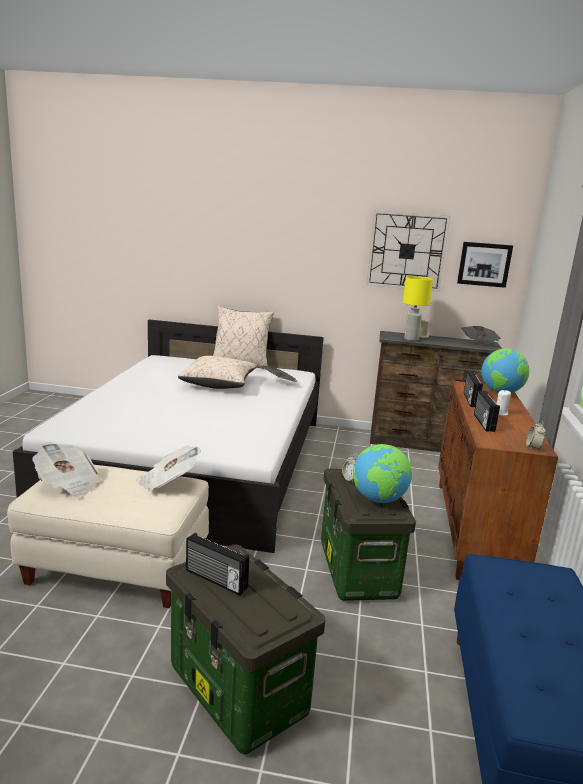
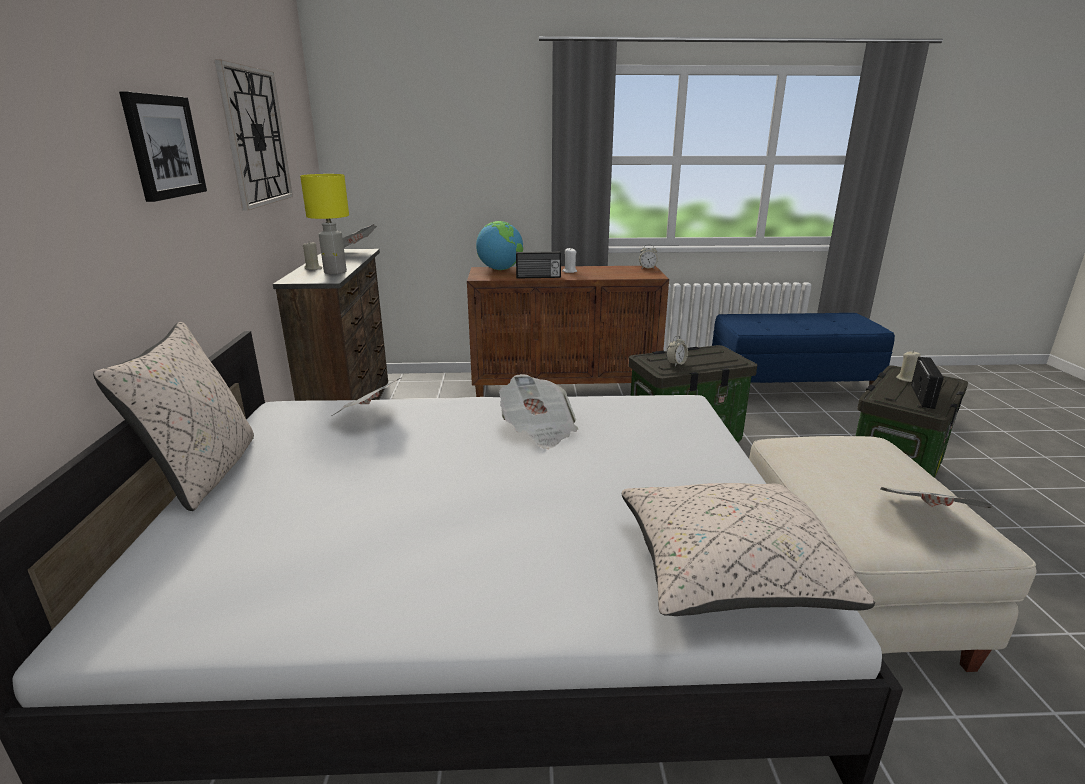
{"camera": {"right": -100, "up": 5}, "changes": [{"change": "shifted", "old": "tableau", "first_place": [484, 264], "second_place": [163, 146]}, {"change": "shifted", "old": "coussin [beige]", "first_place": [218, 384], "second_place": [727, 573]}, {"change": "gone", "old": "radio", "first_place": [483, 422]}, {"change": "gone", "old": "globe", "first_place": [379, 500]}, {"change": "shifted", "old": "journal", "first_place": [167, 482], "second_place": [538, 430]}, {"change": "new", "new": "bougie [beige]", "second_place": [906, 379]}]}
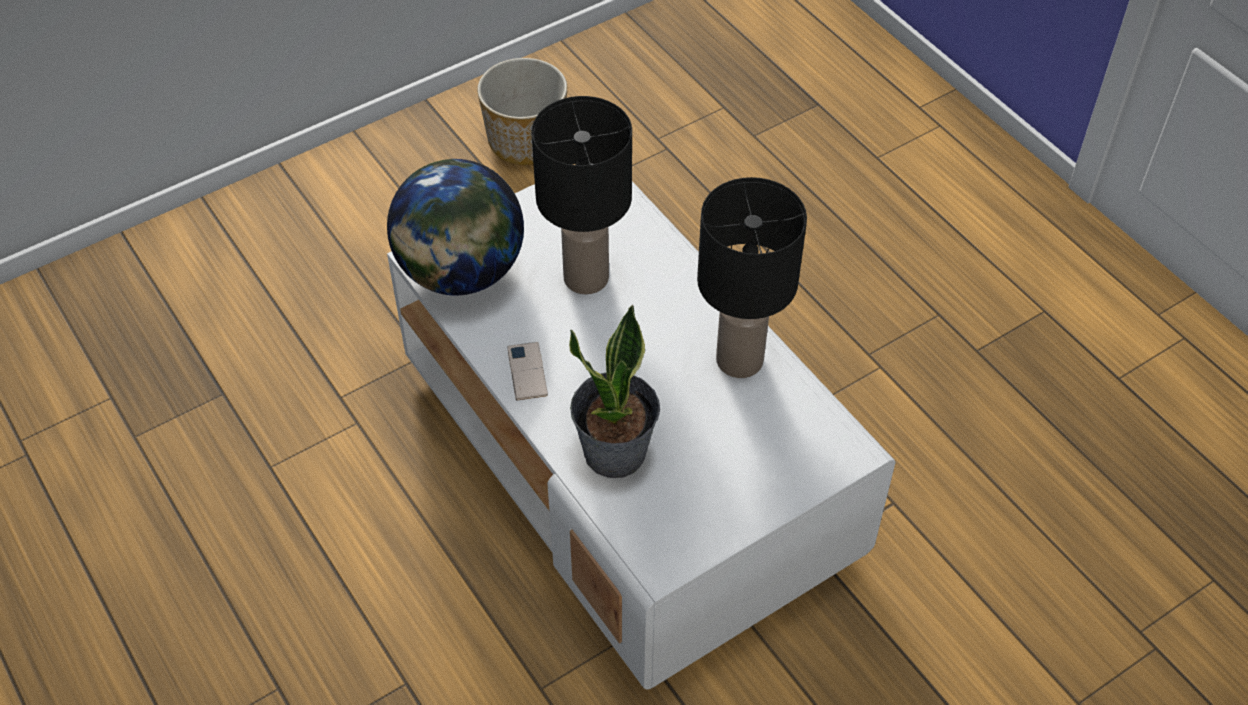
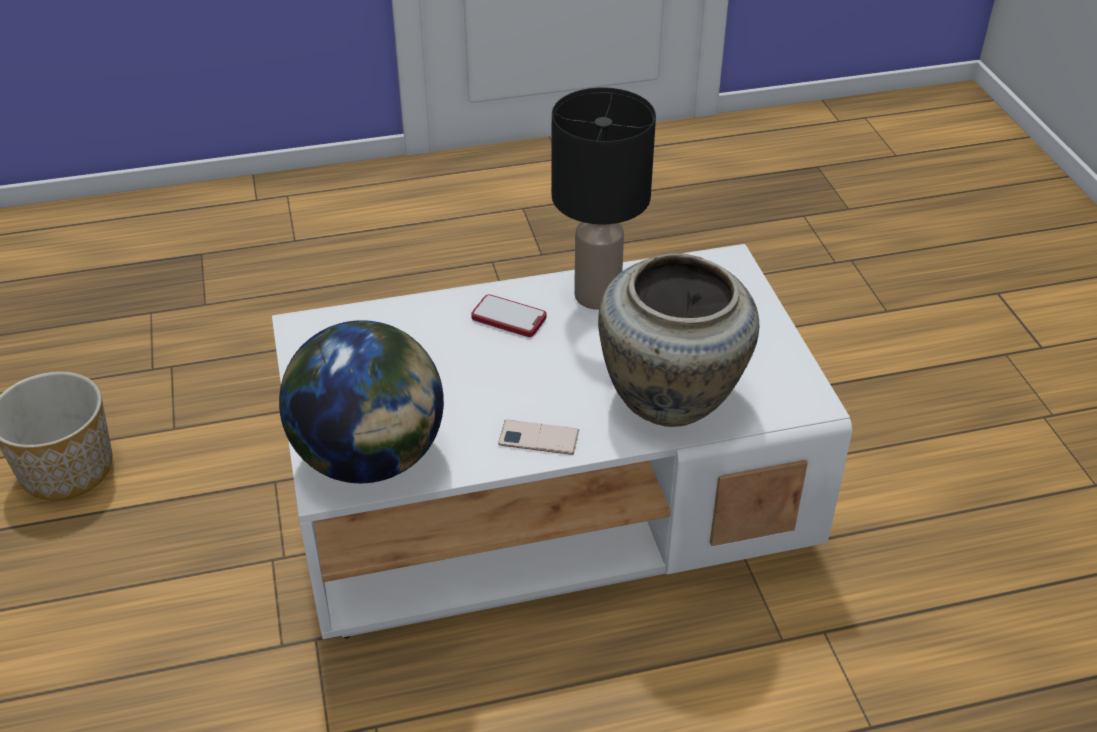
{"camera": {"right": -70, "up": -10}, "changes": [{"change": "gone", "old": "lampe de table [noir]", "first_place": [587, 278]}, {"change": "swapped", "old": "plante en pot", "new": "vase [beige]", "first_place": [616, 453], "second_place": [671, 400]}, {"change": "new", "new": "téléphone", "second_place": [509, 318]}]}
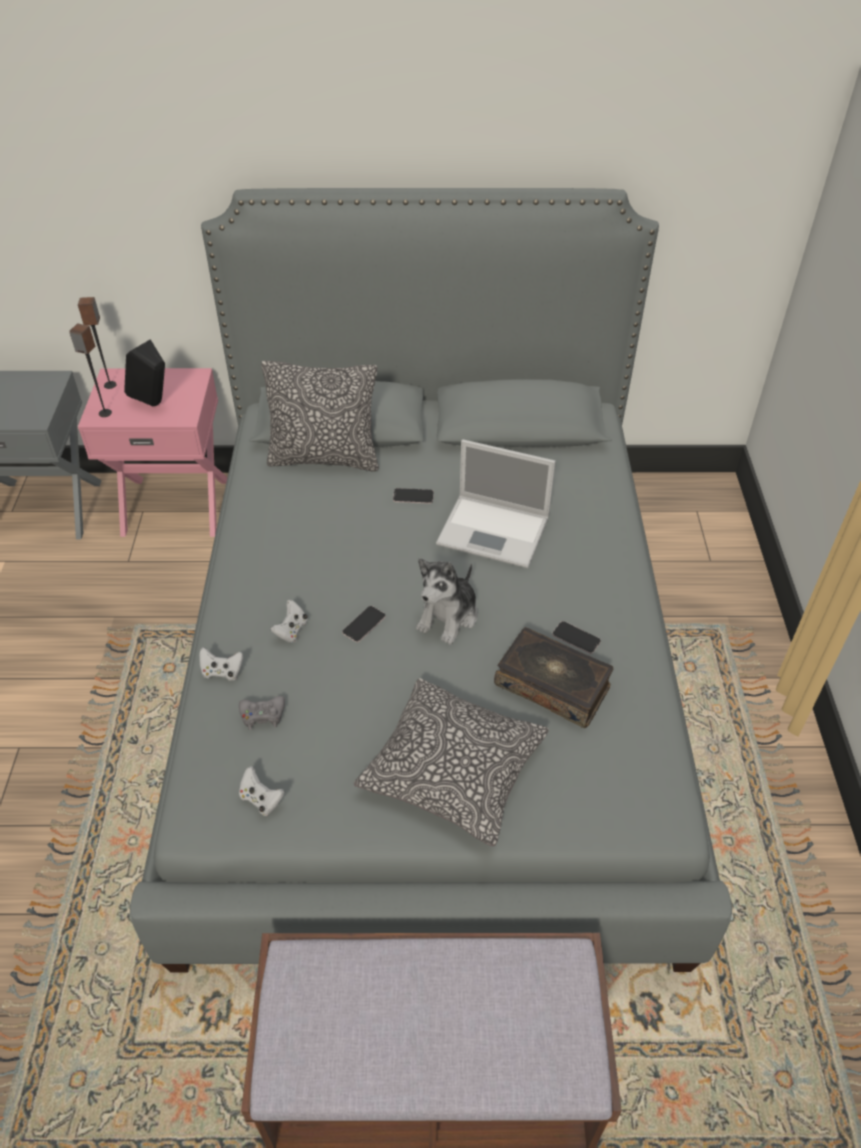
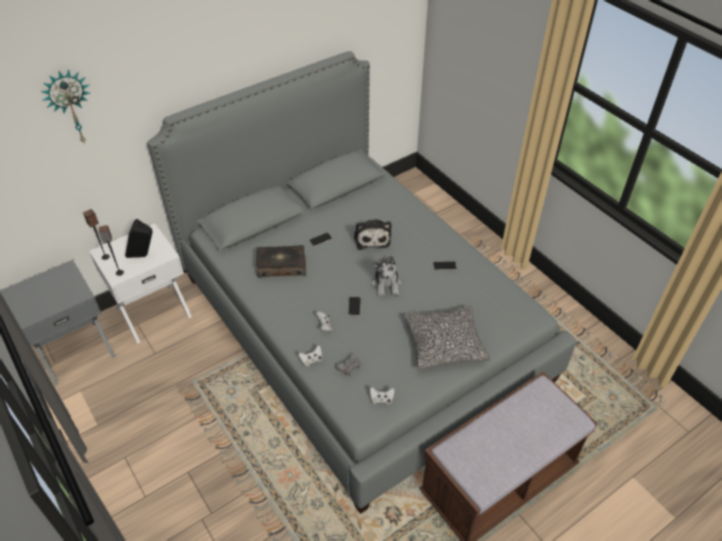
{"camera": {"right": -35, "up": 0}, "changes": [{"change": "gone", "old": "coussin", "first_place": [324, 458]}, {"change": "repainted", "old": "table de chevet [rose]", "new": "table de chevet [blanc]", "first_place": [176, 505], "second_place": [153, 311]}, {"change": "swapped", "old": "ordinateur portable", "new": "peluche", "first_place": [495, 531], "second_place": [371, 237]}, {"change": "shifted", "old": "livre", "first_place": [553, 685], "second_place": [281, 266]}, {"change": "new", "new": "horloge murale", "second_place": [70, 107]}]}
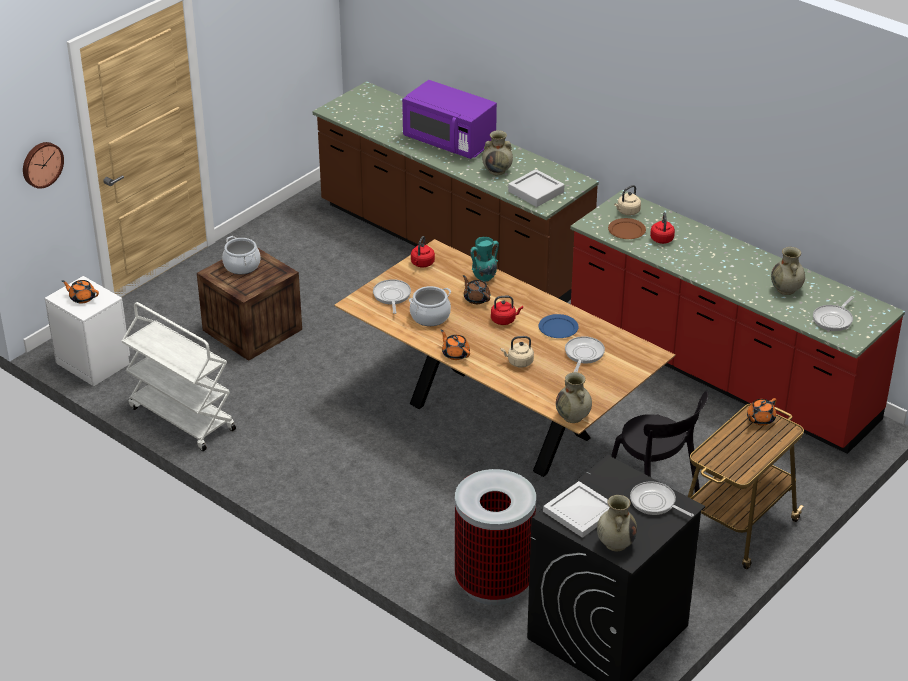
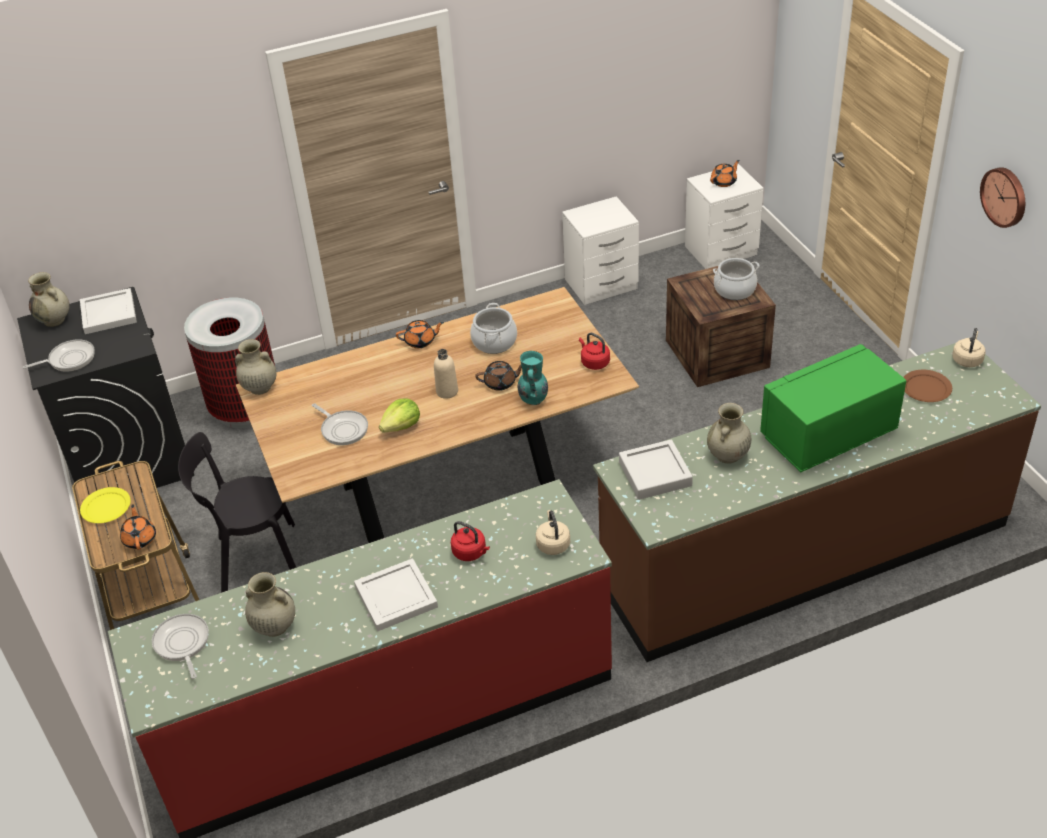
{"camera": {"right": 120, "up": 5}, "changes": [{"change": "repainted", "old": "micro-ondes [violet]", "new": "micro-ondes [vert]", "first_place": [449, 141], "second_place": [828, 435]}, {"change": "shifted", "old": "horloge murale", "first_place": [41, 164], "second_place": [1005, 196]}, {"change": "shifted", "old": "assiette [marron]", "first_place": [627, 230], "second_place": [925, 388]}, {"change": "gone", "old": "poêle", "first_place": [392, 296]}, {"change": "swapped", "old": "bouilloire [rouge]", "new": "bouteille [beige]", "first_place": [504, 320], "second_place": [447, 391]}, {"change": "swapped", "old": "chariot [blanc]", "new": "table de chevet [blanc]", "first_place": [181, 418], "second_place": [603, 284]}, {"change": "swapped", "old": "assiette [bleu]", "new": "laitue", "first_place": [558, 328], "second_place": [401, 426]}, {"change": "shifted", "old": "bouilloire [beige]", "first_place": [519, 362], "second_place": [967, 359]}, {"change": "new", "new": "assiette [jaune]", "second_place": [106, 507]}, {"change": "new", "new": "plateau [blanc]", "second_place": [396, 596]}]}
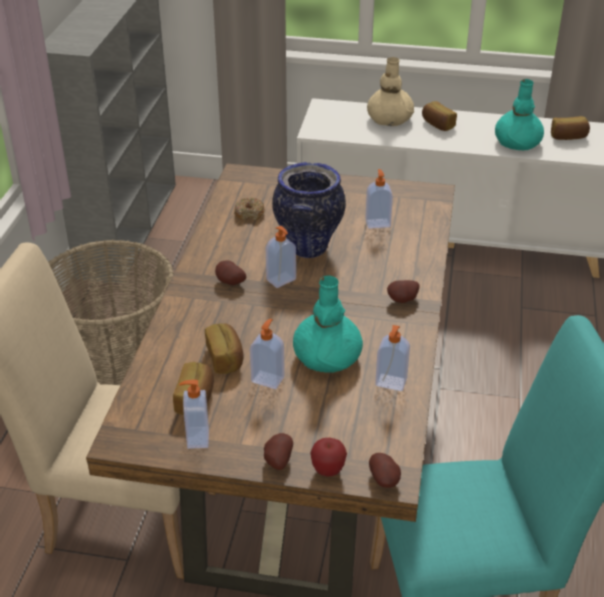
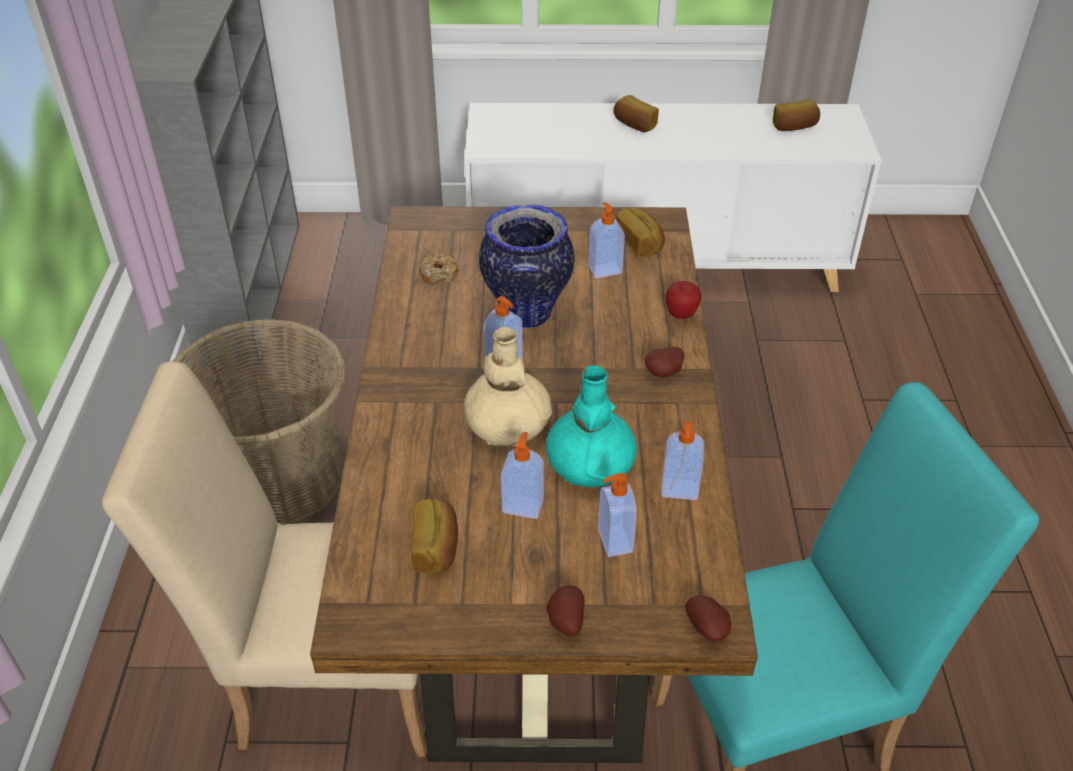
{"camera": {"right": -10, "up": 5}, "changes": [{"change": "shifted", "old": "vase [beige]", "first_place": [389, 119], "second_place": [507, 425]}, {"change": "gone", "old": "vase [turquoise]", "first_place": [517, 142]}, {"change": "gone", "old": "pomme de terre", "first_place": [229, 283]}, {"change": "shifted", "old": "pain", "first_place": [226, 358], "second_place": [640, 243]}, {"change": "shifted", "old": "distributeur de savon", "first_place": [197, 438], "second_place": [613, 541]}, {"change": "shifted", "old": "pomme", "first_place": [328, 471], "second_place": [681, 315]}]}
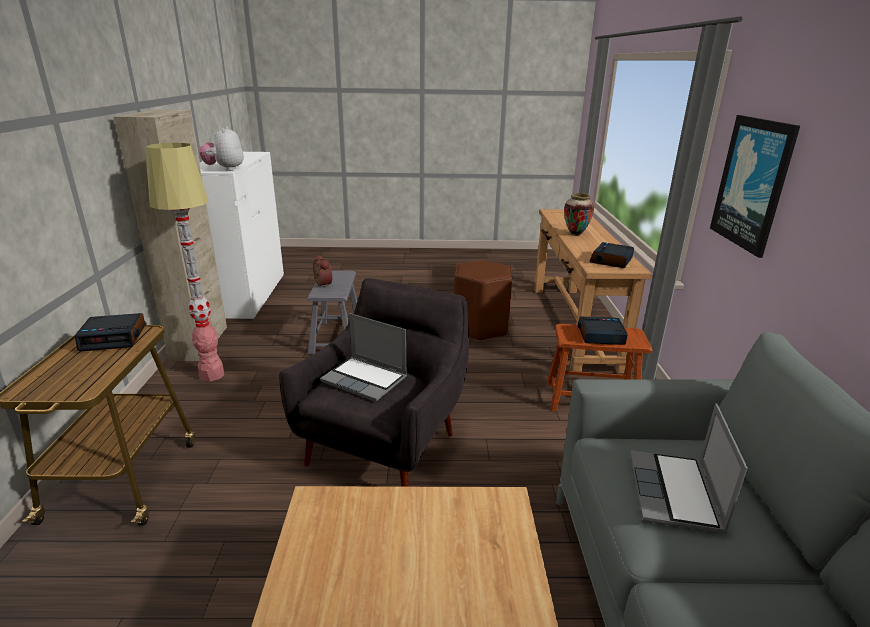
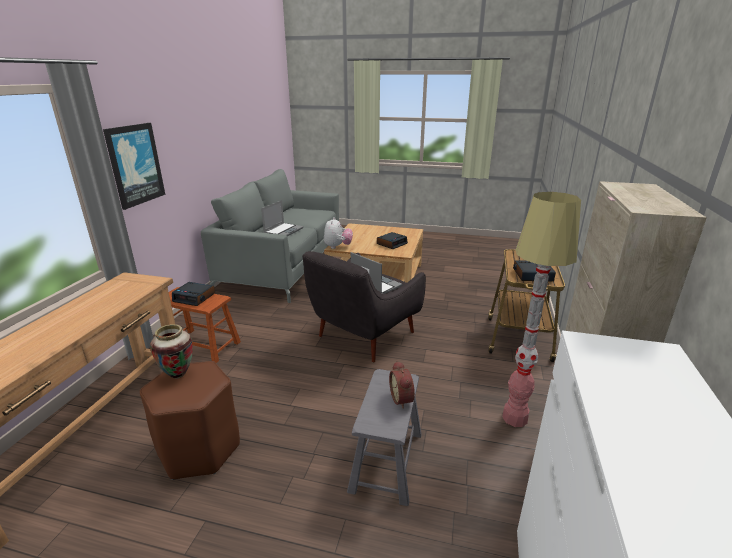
{"camera": {"right": -165, "up": 0}, "changes": [{"change": "shifted", "old": "peluche", "first_place": [225, 169], "second_place": [337, 247]}, {"change": "shifted", "old": "vase", "first_place": [575, 234], "second_place": [178, 374]}, {"change": "shifted", "old": "réveil", "first_place": [611, 260], "second_place": [391, 243]}]}
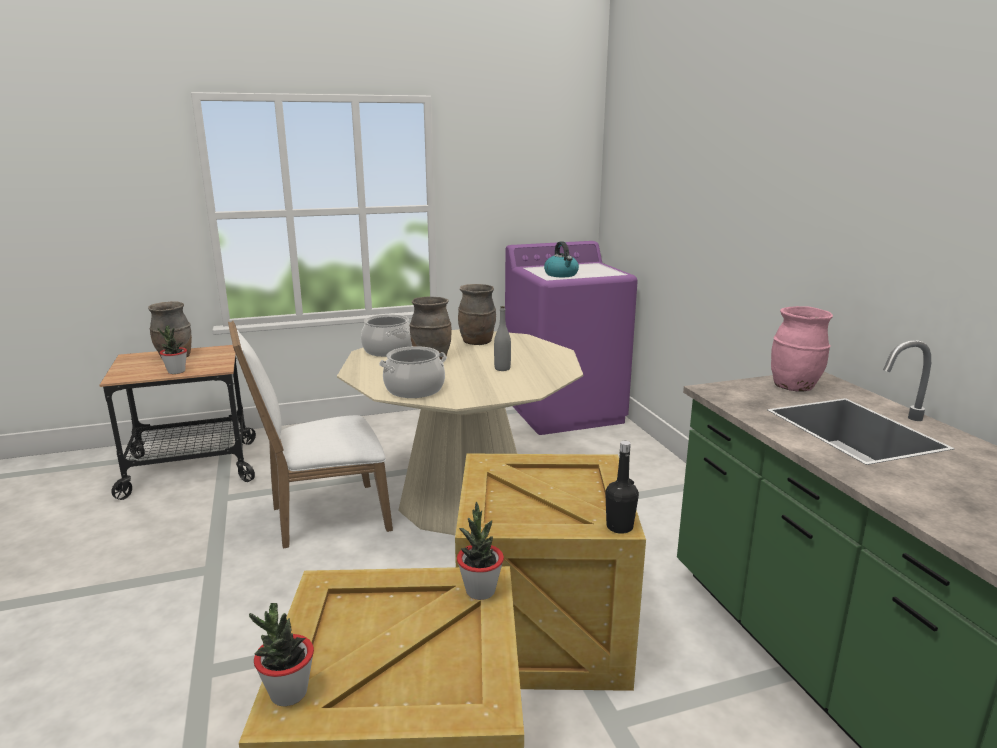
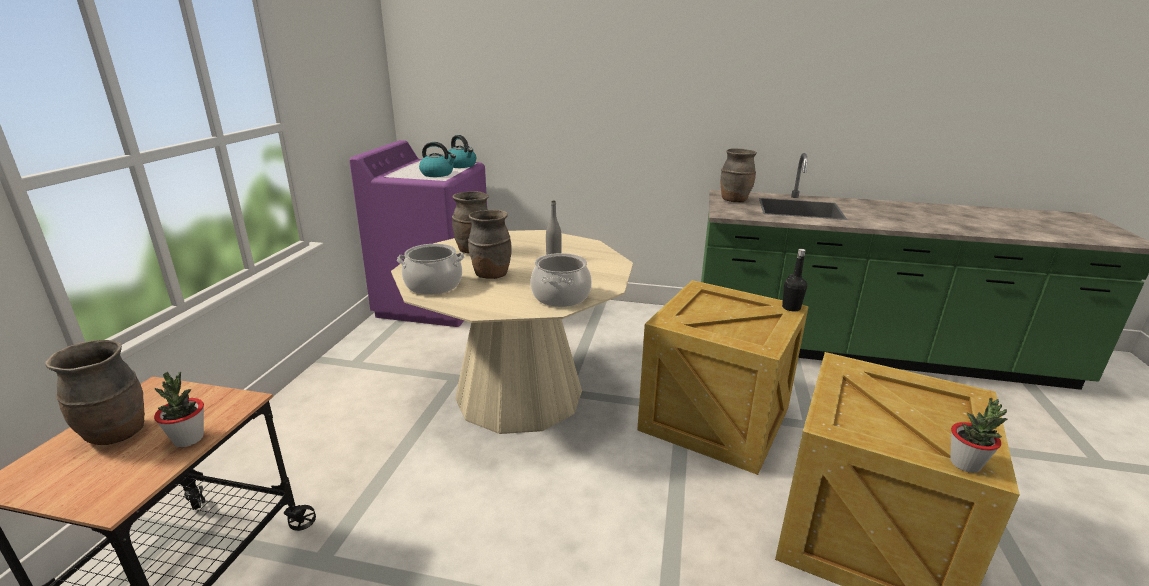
{"camera": {"right": -60, "up": 5}, "changes": [{"change": "repainted", "old": "vase [rose]", "new": "vase [marron]", "first_place": [794, 387], "second_place": [734, 200]}, {"change": "gone", "old": "chaise [blanc]", "first_place": [322, 517]}, {"change": "gone", "old": "plante en pot", "first_place": [480, 590]}, {"change": "new", "new": "bouilloire", "second_place": [461, 165]}]}
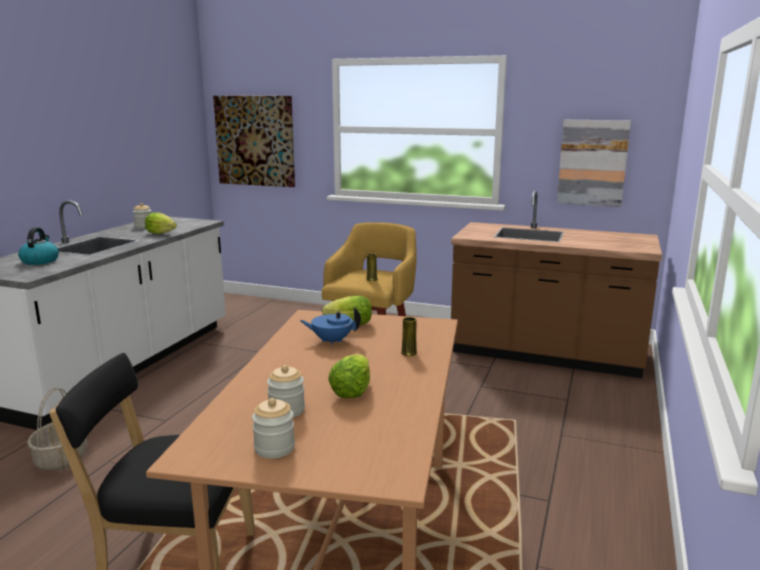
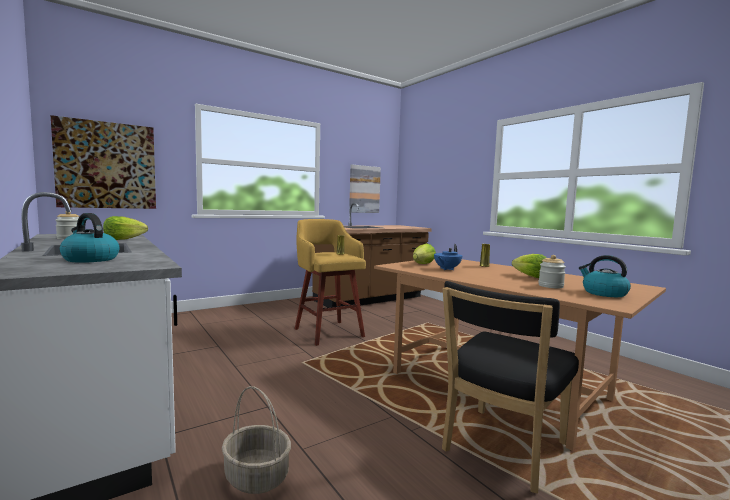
{"camera": {"right": -55, "up": -10}, "changes": [{"change": "swapped", "old": "bocal", "new": "bouilloire", "first_place": [274, 448], "second_place": [603, 293]}]}
